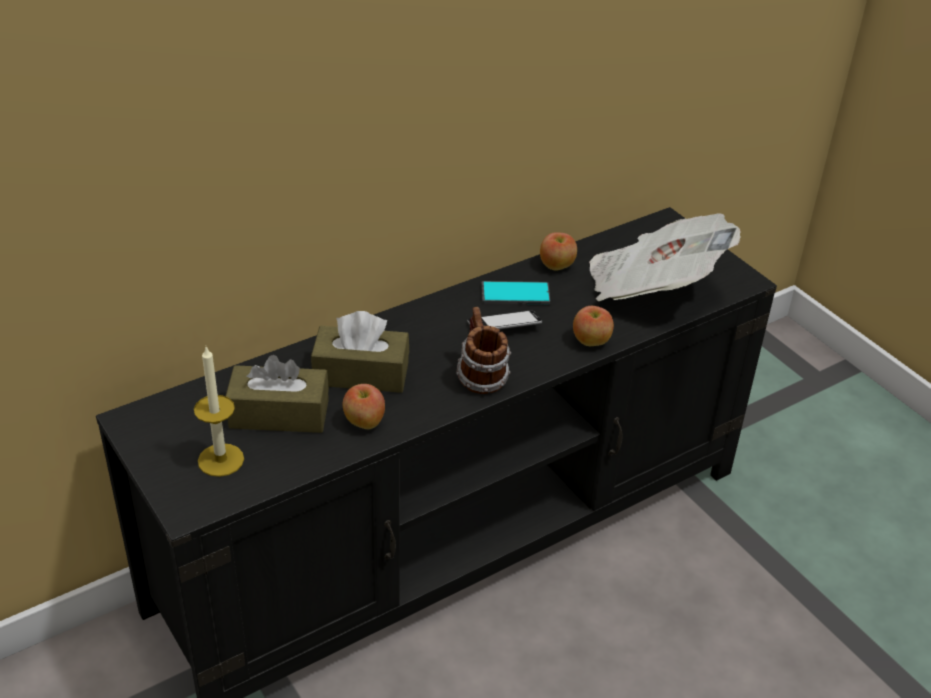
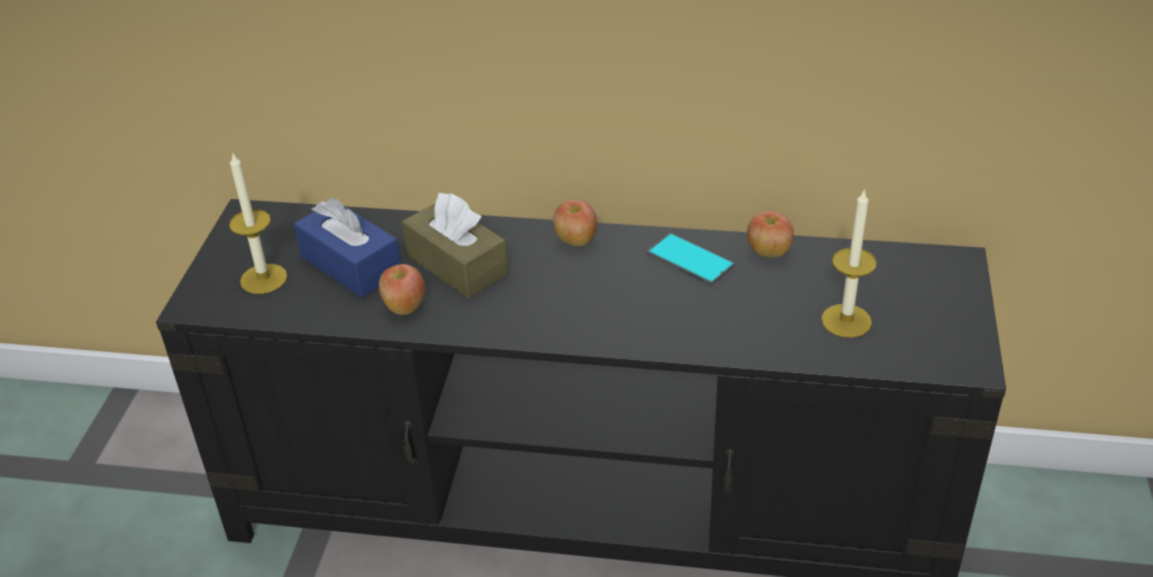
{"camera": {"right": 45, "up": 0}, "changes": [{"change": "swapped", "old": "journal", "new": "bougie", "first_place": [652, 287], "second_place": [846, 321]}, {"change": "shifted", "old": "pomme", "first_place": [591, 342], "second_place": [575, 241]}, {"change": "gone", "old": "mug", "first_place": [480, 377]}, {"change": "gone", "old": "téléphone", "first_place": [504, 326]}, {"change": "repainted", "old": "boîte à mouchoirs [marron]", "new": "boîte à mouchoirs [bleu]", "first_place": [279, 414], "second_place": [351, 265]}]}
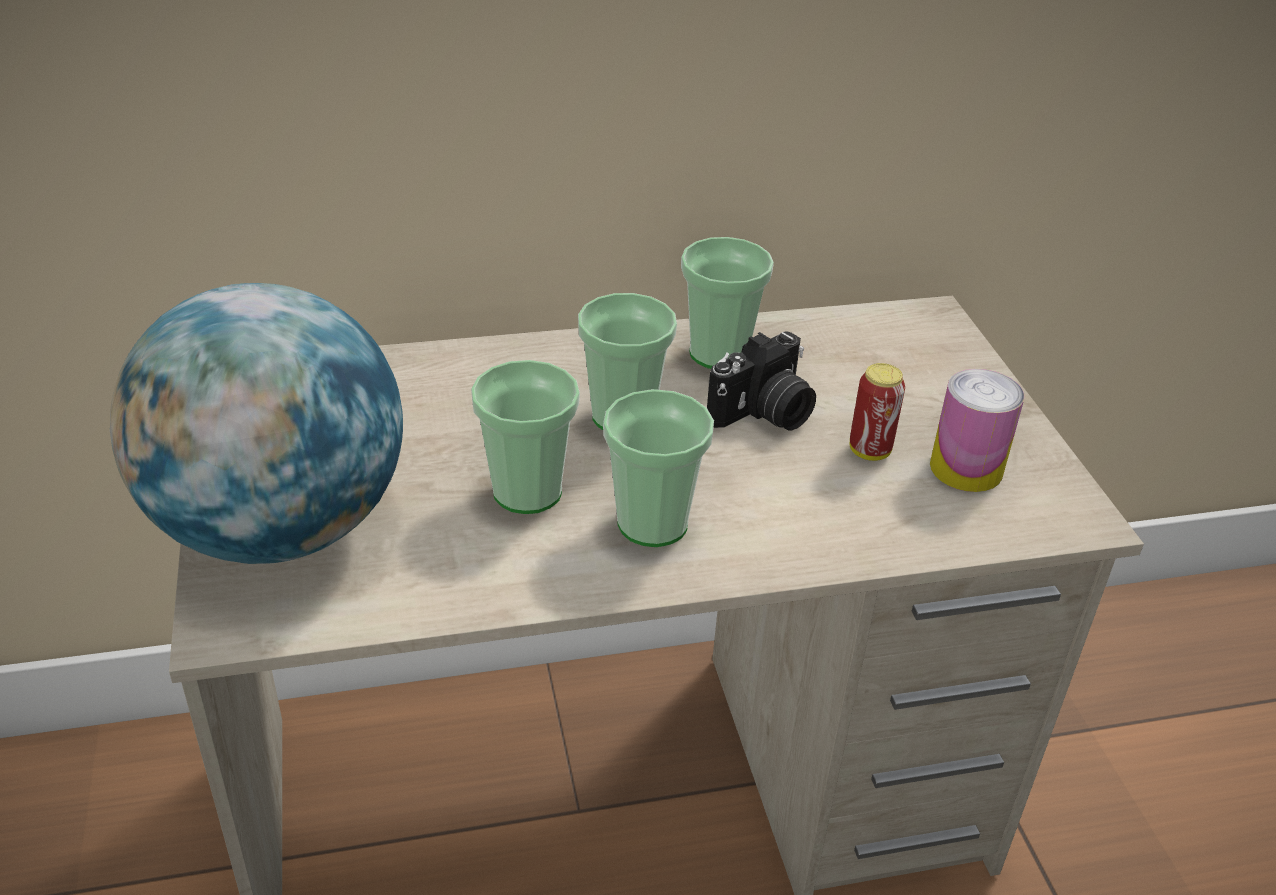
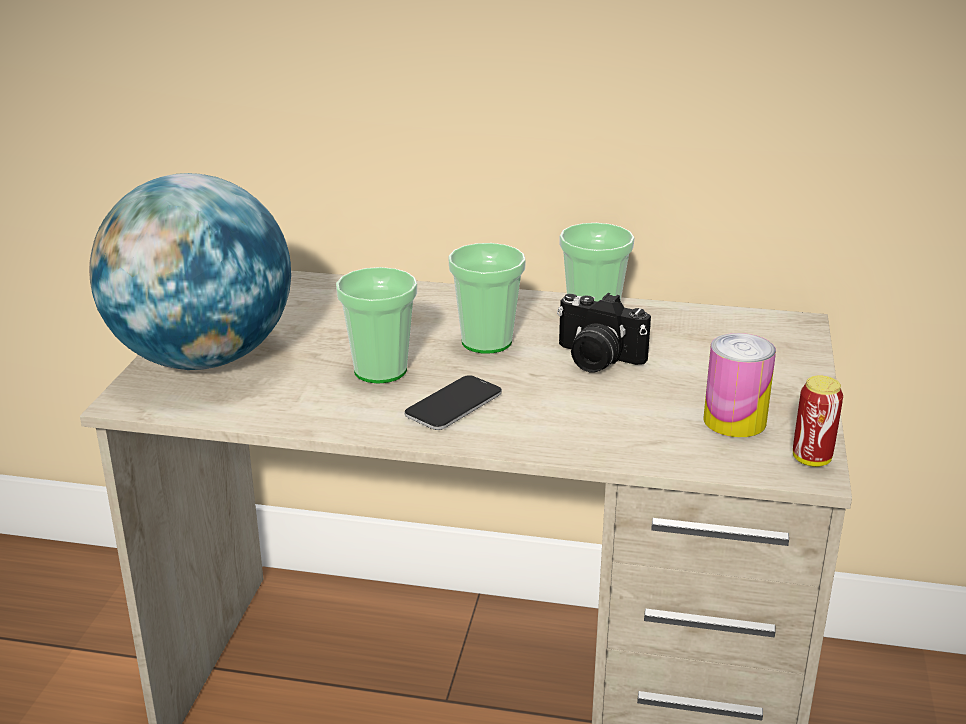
{"camera": {"right": 25, "up": -10}, "changes": [{"change": "rotated", "old": "appareil photo", "first_place": [764, 414], "second_place": [596, 359], "degrees": 45}, {"change": "shifted", "old": "boîte métallique", "first_place": [869, 451], "second_place": [811, 459]}, {"change": "swapped", "old": "tasse", "new": "téléphone", "first_place": [652, 523], "second_place": [454, 405]}]}
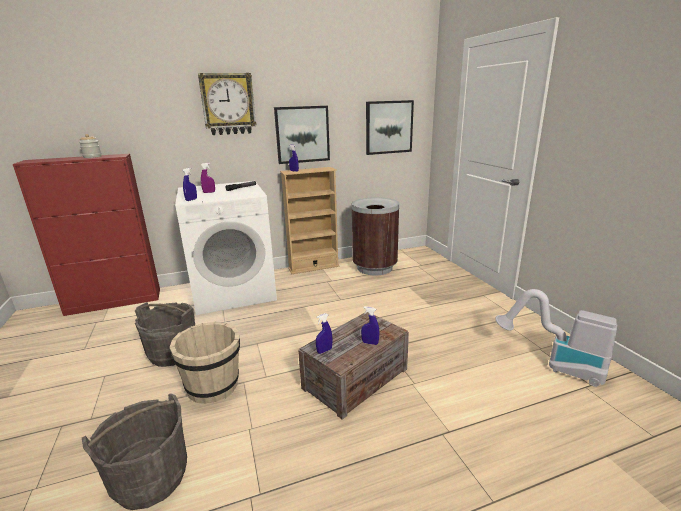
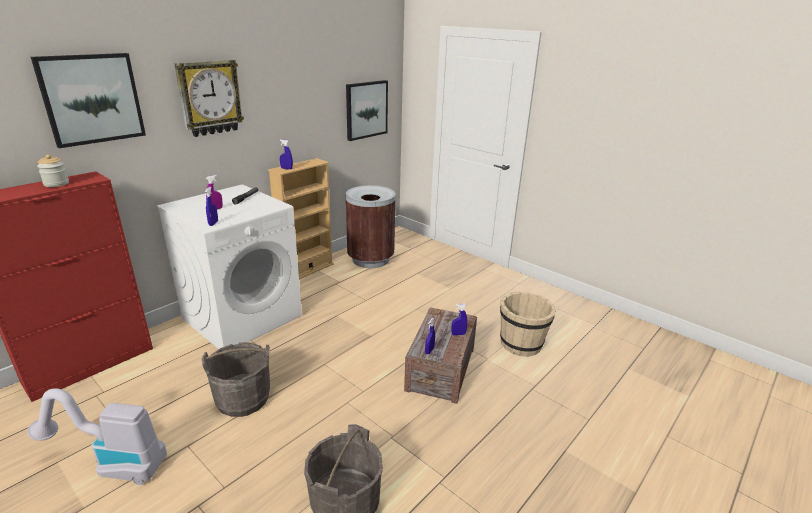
{"camera": {"right": -30, "up": 5}, "changes": [{"change": "shifted", "old": "tableau", "first_place": [302, 134], "second_place": [92, 99]}, {"change": "shifted", "old": "aspirateur", "first_place": [555, 364], "second_place": [112, 464]}, {"change": "shifted", "old": "seau [beige]", "first_place": [214, 386], "second_place": [521, 344]}]}
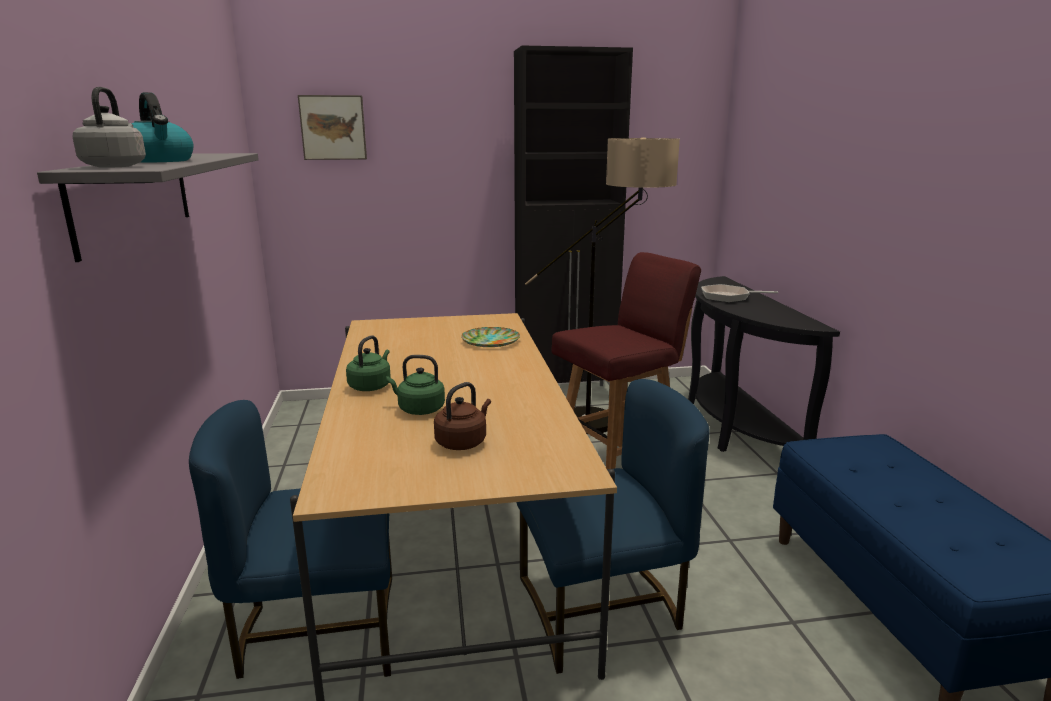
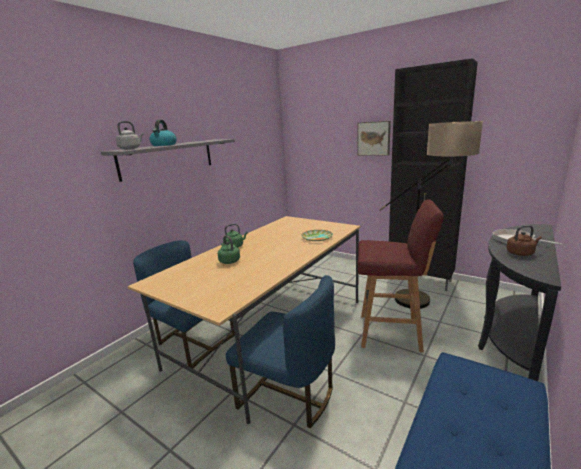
{"camera": {"right": 45, "up": 0}, "changes": [{"change": "shifted", "old": "tableau", "first_place": [333, 127], "second_place": [374, 138]}, {"change": "shifted", "old": "bouilloire [marron]", "first_place": [463, 442], "second_place": [521, 253]}]}
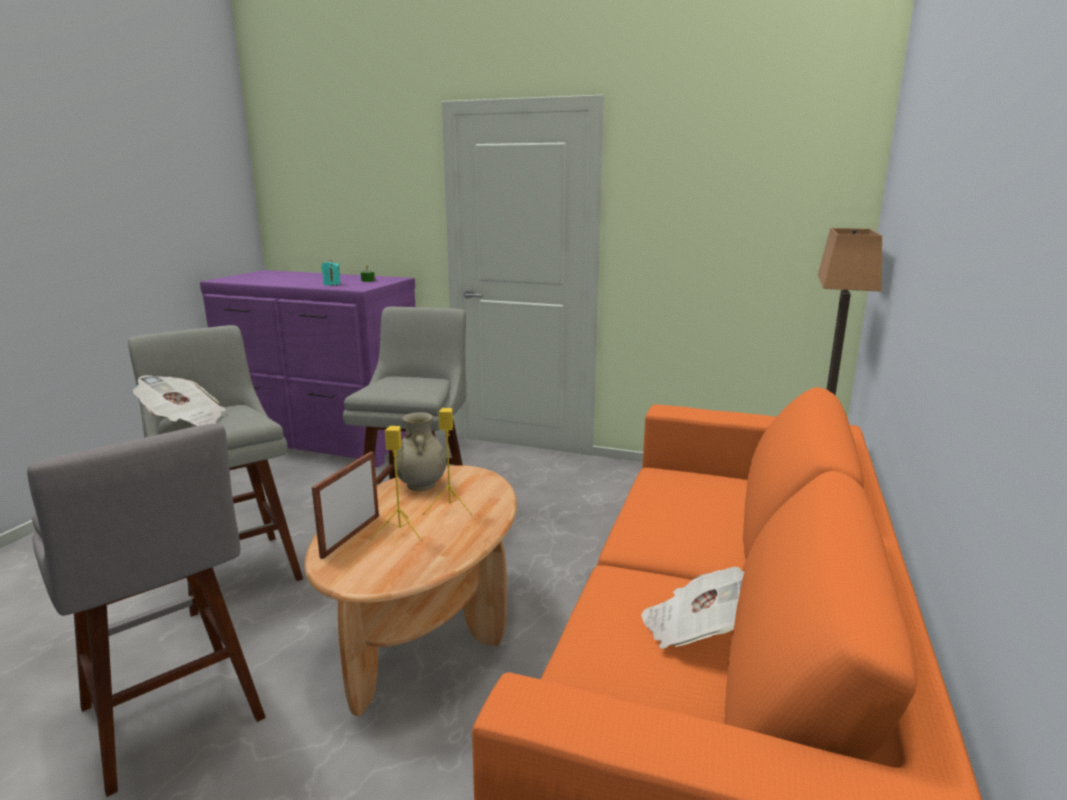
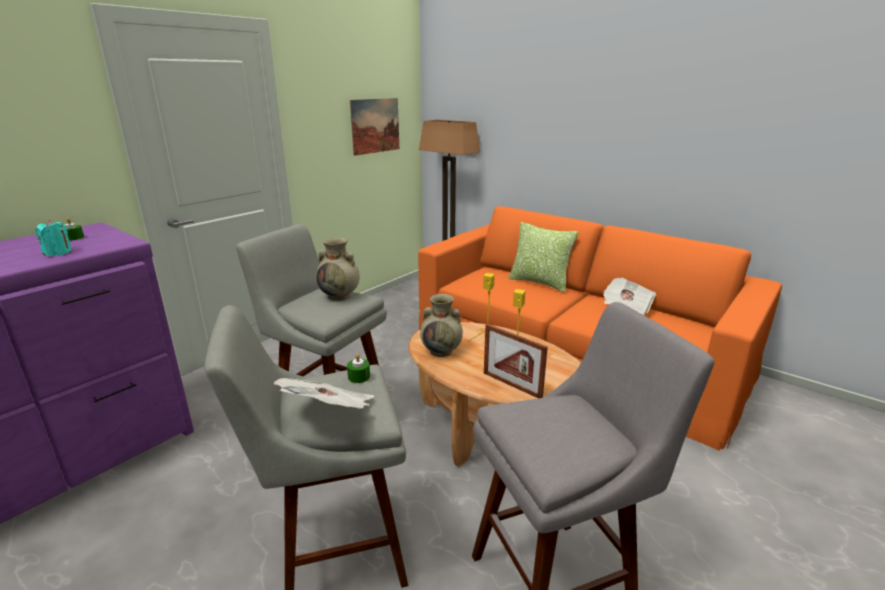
{"camera": {"right": -70, "up": 5}, "changes": [{"change": "new", "new": "tableau", "second_place": [375, 126]}, {"change": "new", "new": "coussin", "second_place": [539, 282]}, {"change": "new", "new": "vase [beige]", "second_place": [340, 296]}, {"change": "new", "new": "bougie [vert]", "second_place": [359, 376]}]}
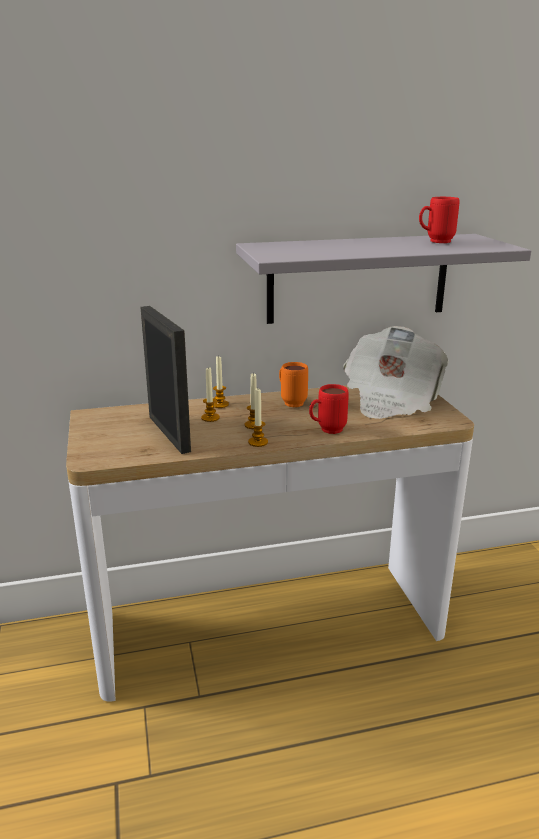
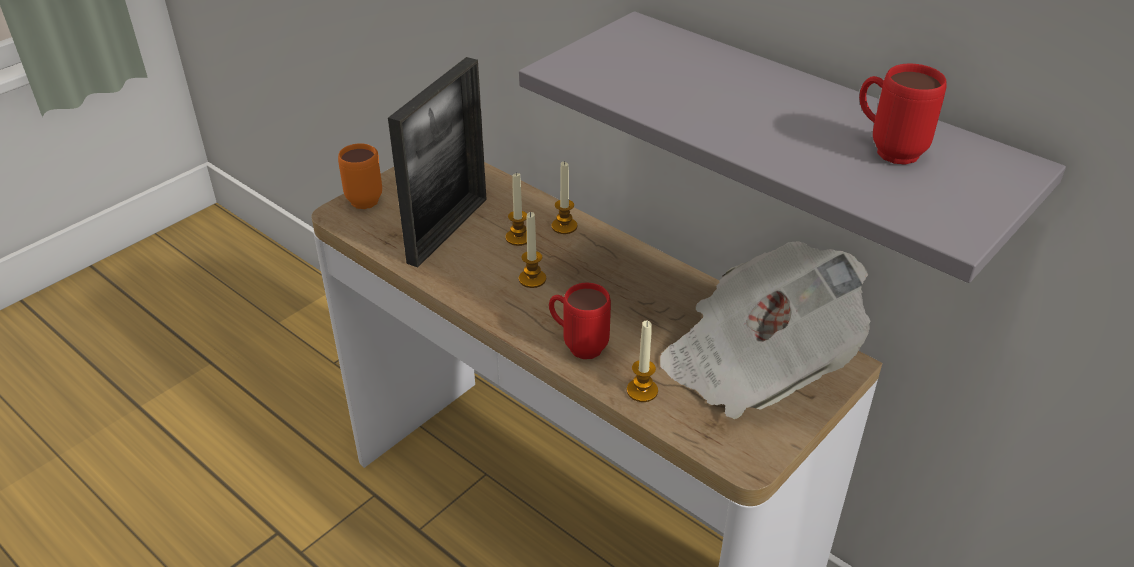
{"camera": {"right": 55, "up": 15}, "changes": [{"change": "shifted", "old": "mug [orange]", "first_place": [290, 402], "second_place": [369, 197]}, {"change": "shifted", "old": "bougie", "first_place": [258, 442], "second_place": [642, 391]}]}
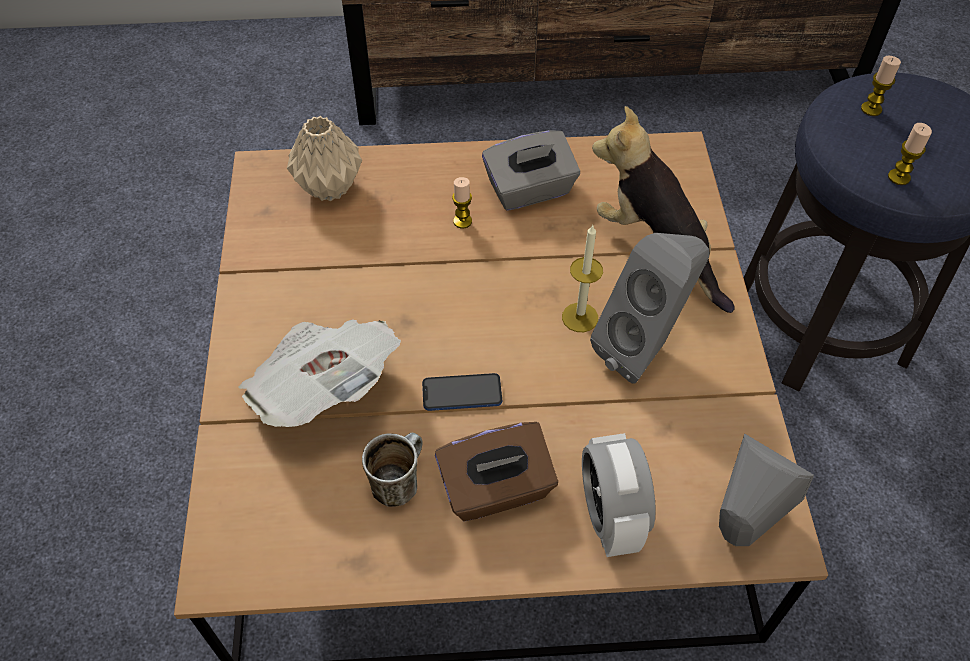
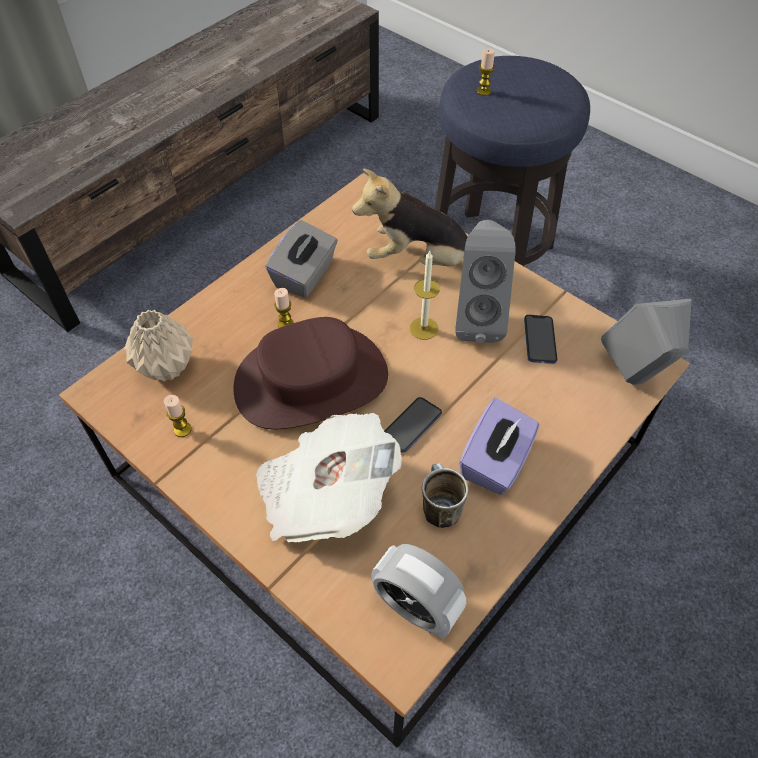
{"camera": {"right": -45, "up": 0}, "changes": [{"change": "shifted", "old": "bougie", "first_place": [899, 177], "second_place": [182, 429]}, {"change": "repainted", "old": "boîte à mouchoirs [marron]", "new": "boîte à mouchoirs [violet]", "first_place": [496, 490], "second_place": [496, 462]}, {"change": "shifted", "old": "réveil", "first_place": [610, 517], "second_place": [416, 608]}, {"change": "new", "new": "téléphone", "second_place": [540, 340]}, {"change": "new", "new": "chapeau [marron]", "second_place": [311, 381]}]}
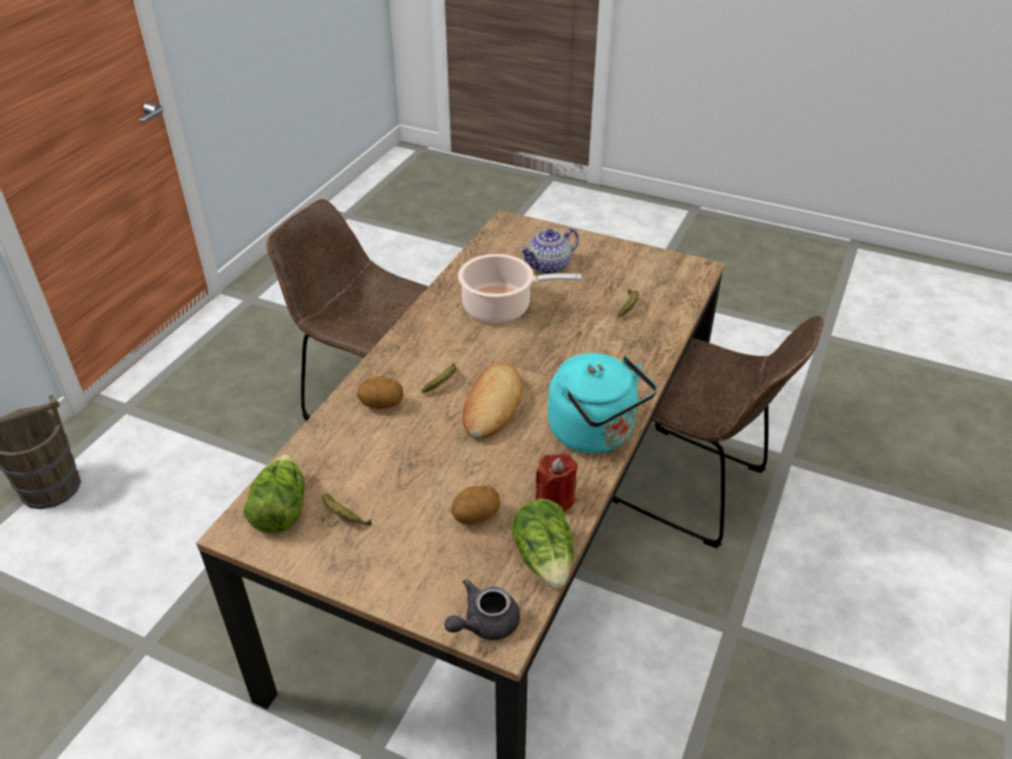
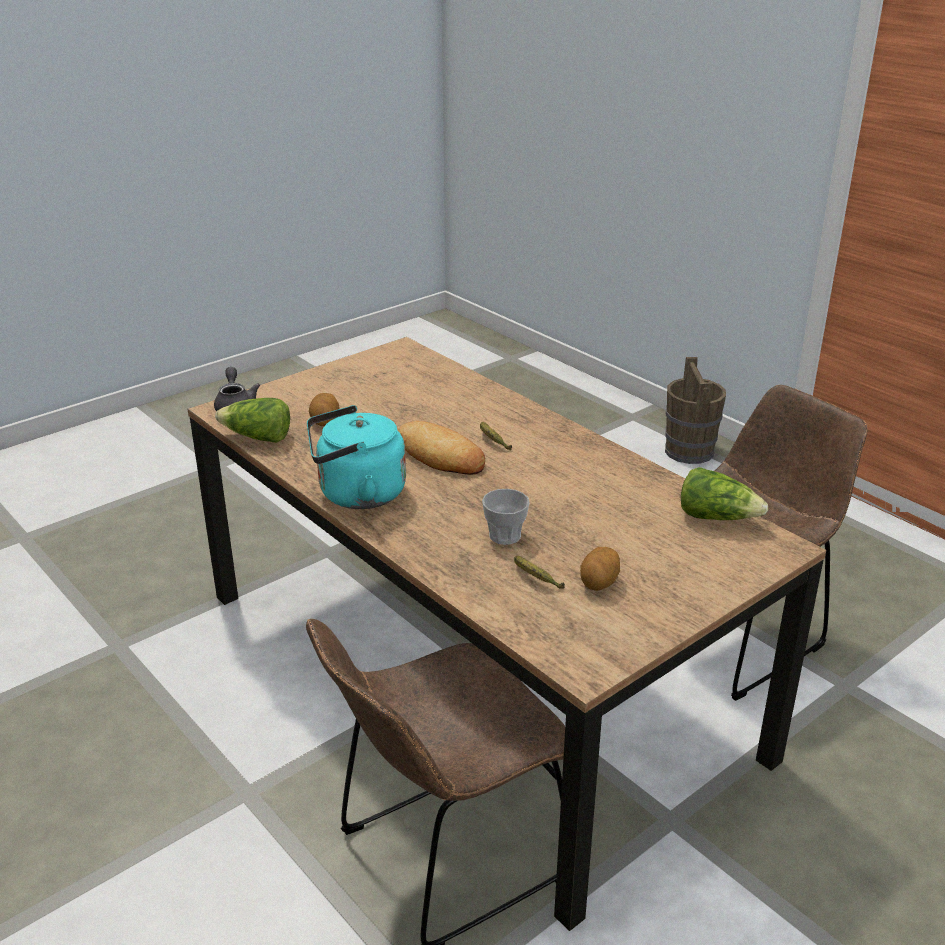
{"camera": {"right": 115, "up": -10}, "changes": [{"change": "gone", "old": "théière", "first_place": [549, 266]}, {"change": "gone", "old": "marmite", "first_place": [501, 307]}, {"change": "shifted", "old": "pomme de terre", "first_place": [382, 404], "second_place": [599, 583]}, {"change": "gone", "old": "bougie [rouge]", "first_place": [556, 498]}, {"change": "shifted", "old": "laitue", "first_place": [280, 509], "second_place": [717, 517]}, {"change": "gone", "old": "banane", "first_place": [343, 516]}, {"change": "new", "new": "tasse", "second_place": [505, 536]}]}
